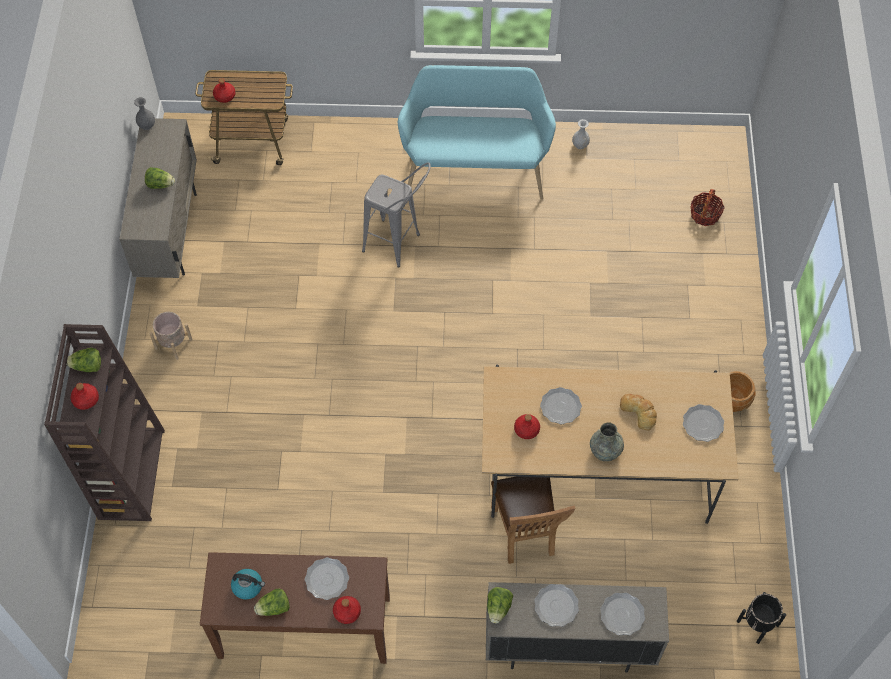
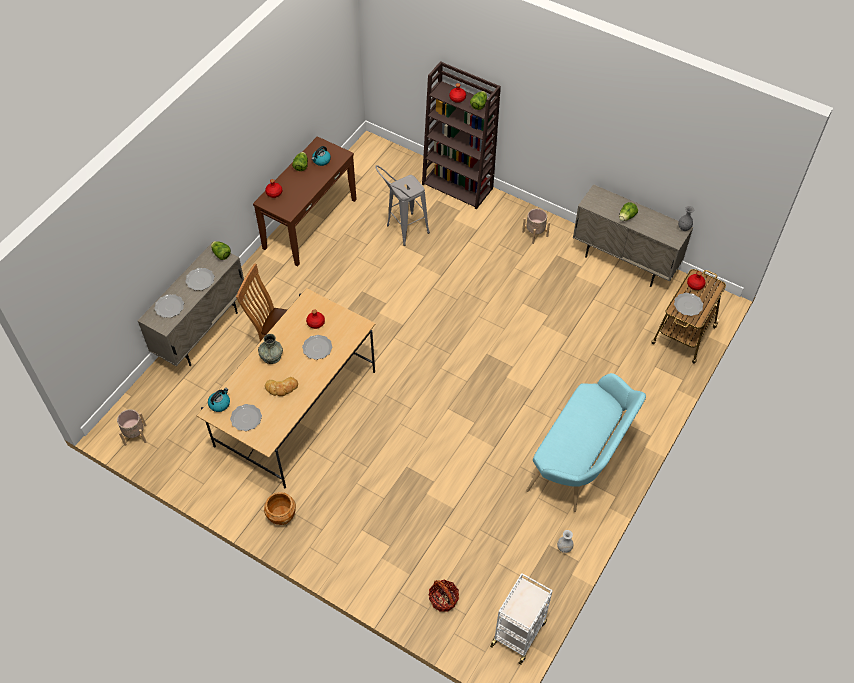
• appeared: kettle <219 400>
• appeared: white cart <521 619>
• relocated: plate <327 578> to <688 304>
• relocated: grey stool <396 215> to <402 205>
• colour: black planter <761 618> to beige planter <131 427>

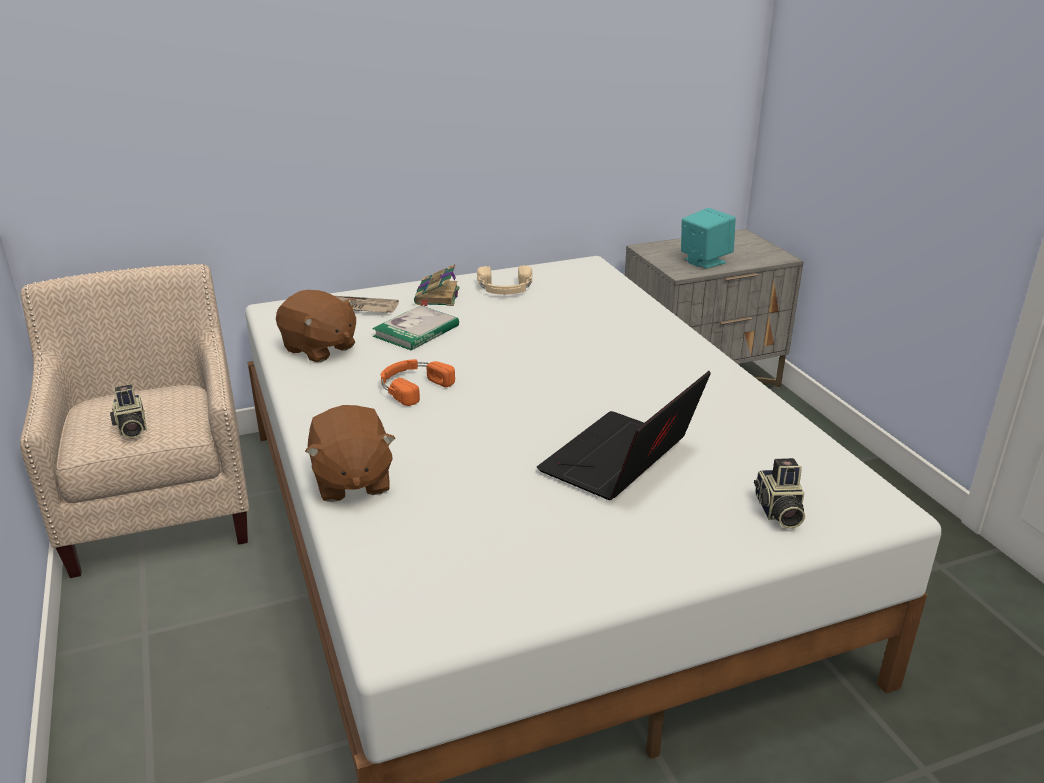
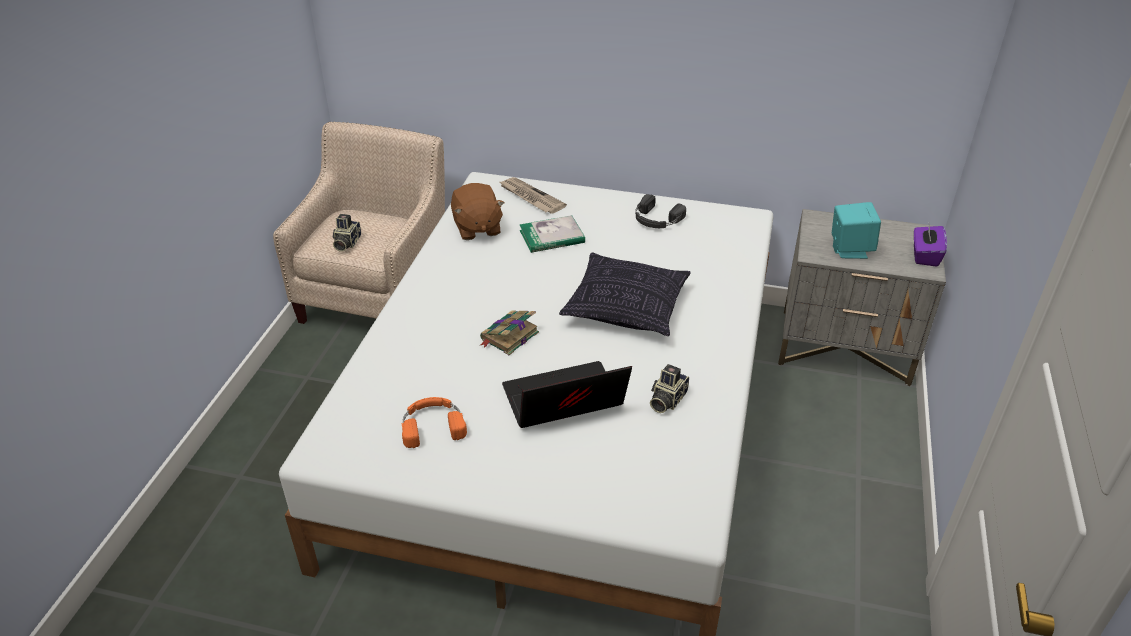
• missing: brown plush toy <350 453>
• appeared: pillow <625 294>
• appeared: purple tissue box <930 246>
• relocated: orange headphones <418 382> to <434 422>
• relocated: book <437 285> to <509 333>
• relocated: photo camera <779 493> to <669 388>
• colour: beige headphones <504 280> to black headphones <660 211>

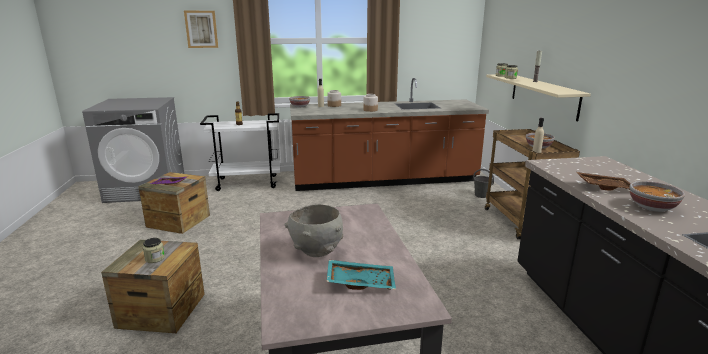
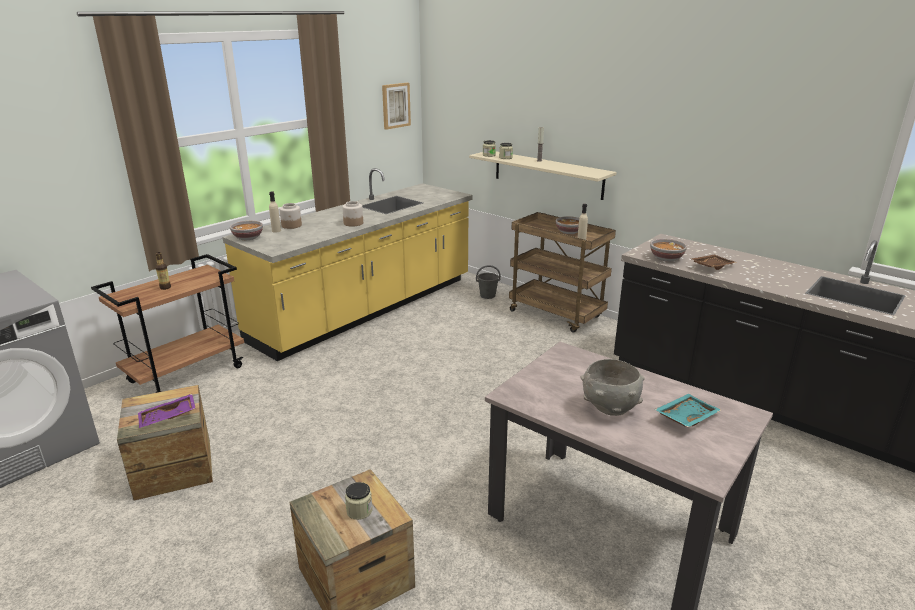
• relocated: picture <201 29> to <396 106>
• relocated: bowl <657 196> to <668 250>
• colour: white cart <240 152> to brown cart <167 323>
• colour: brown counter <389 134> to yellow counter <348 264>

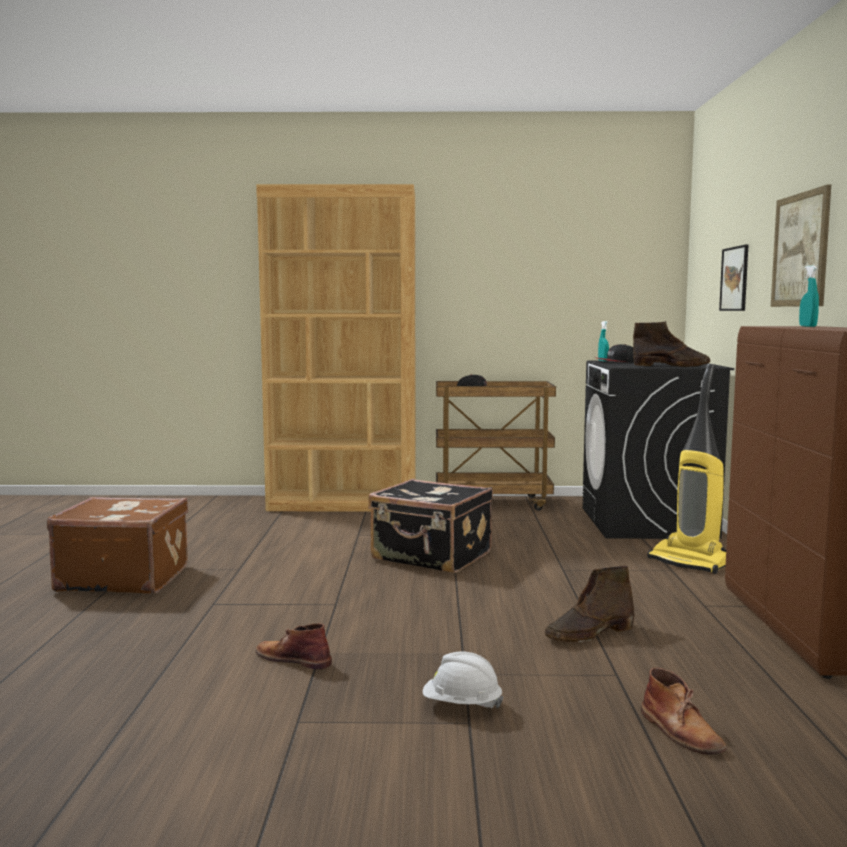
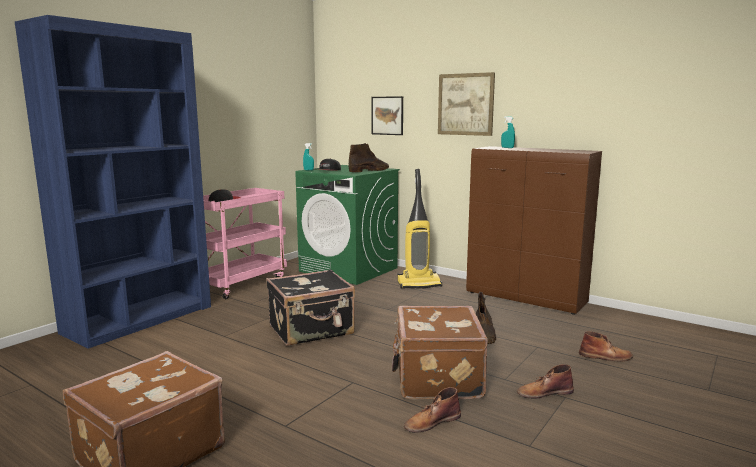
• appeared: brown suitcase <440 353>
• exchanged: white hard hat <463 680> to brown boot <545 381>
• colour: brown bookcase <336 348> to blue bookcase <113 182>
• colour: brown cart <496 446> to pink cart <245 243>
• colour: black washing machine <658 450> to green washing machine <347 225>

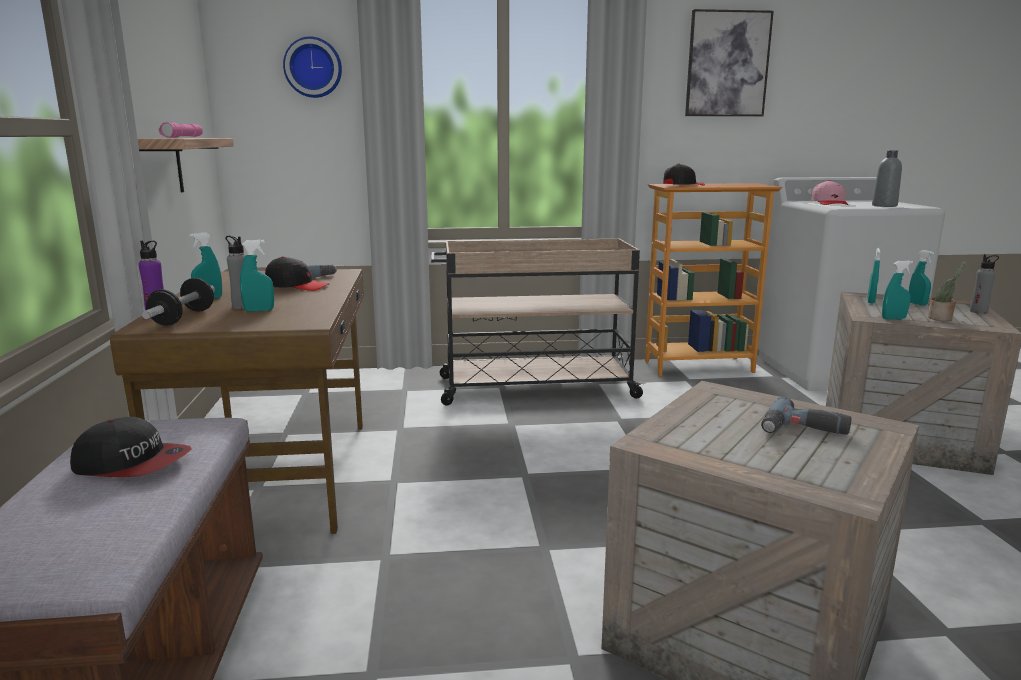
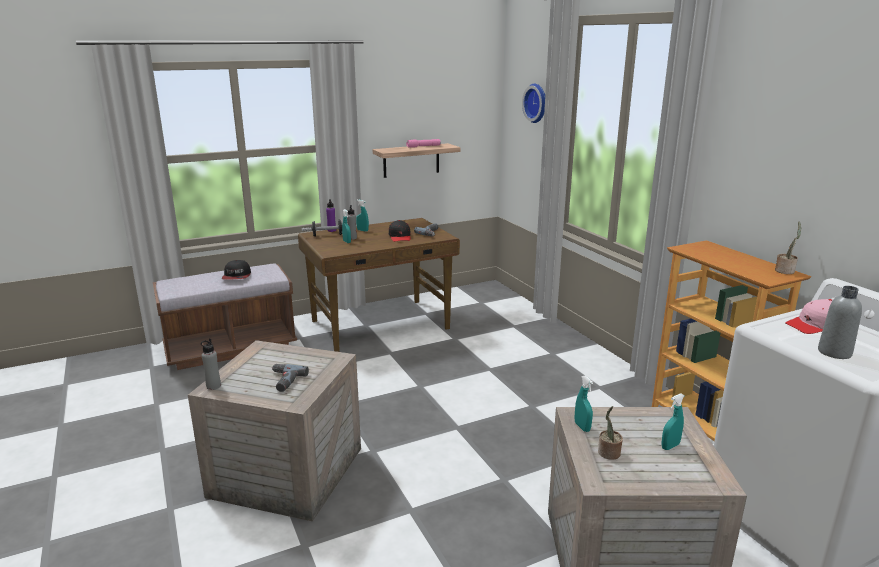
• missing: beige cart <538 322>
• missing: black cap <684 174>
• missing: picture <729 62>
• missing: turquoise spray bottle <873 276>
• appeared: potted plant <788 248>
• relocated: grey bottle <984 284> to <211 364>

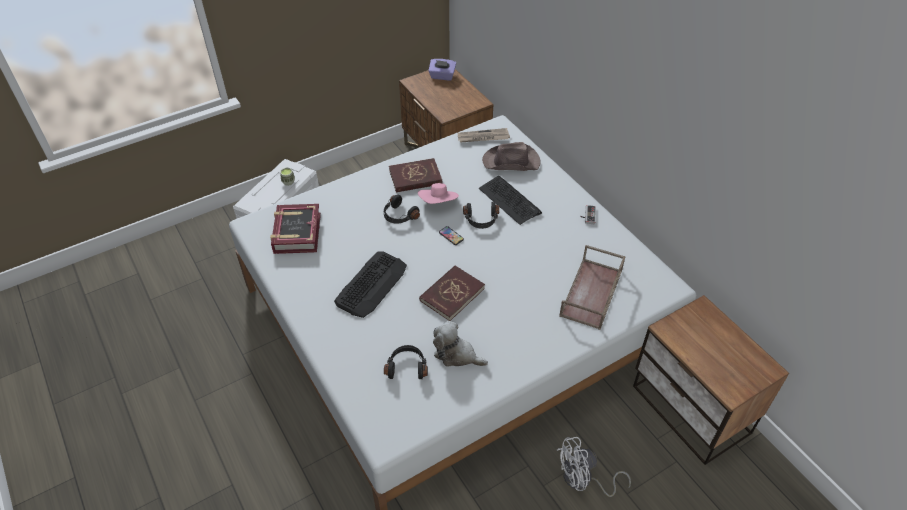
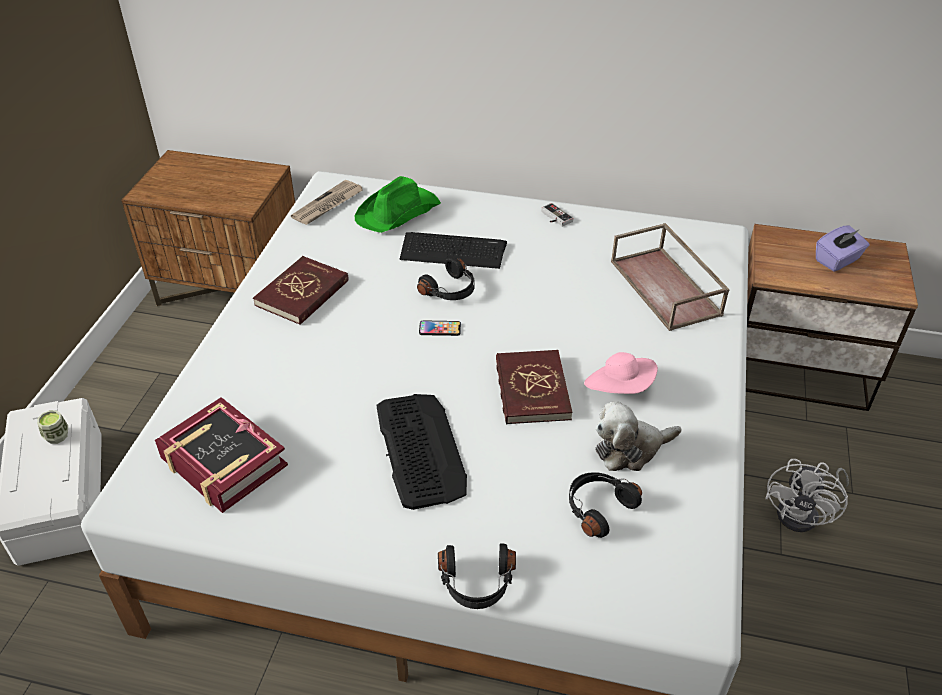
• relocated: black headphones <402 209> to <477 576>
• relocated: pink hat <438 193> to <621 373>
• relocated: purple tissue box <442 69> to <843 248>
• colour: brown hat <511 156> to green hat <398 204>

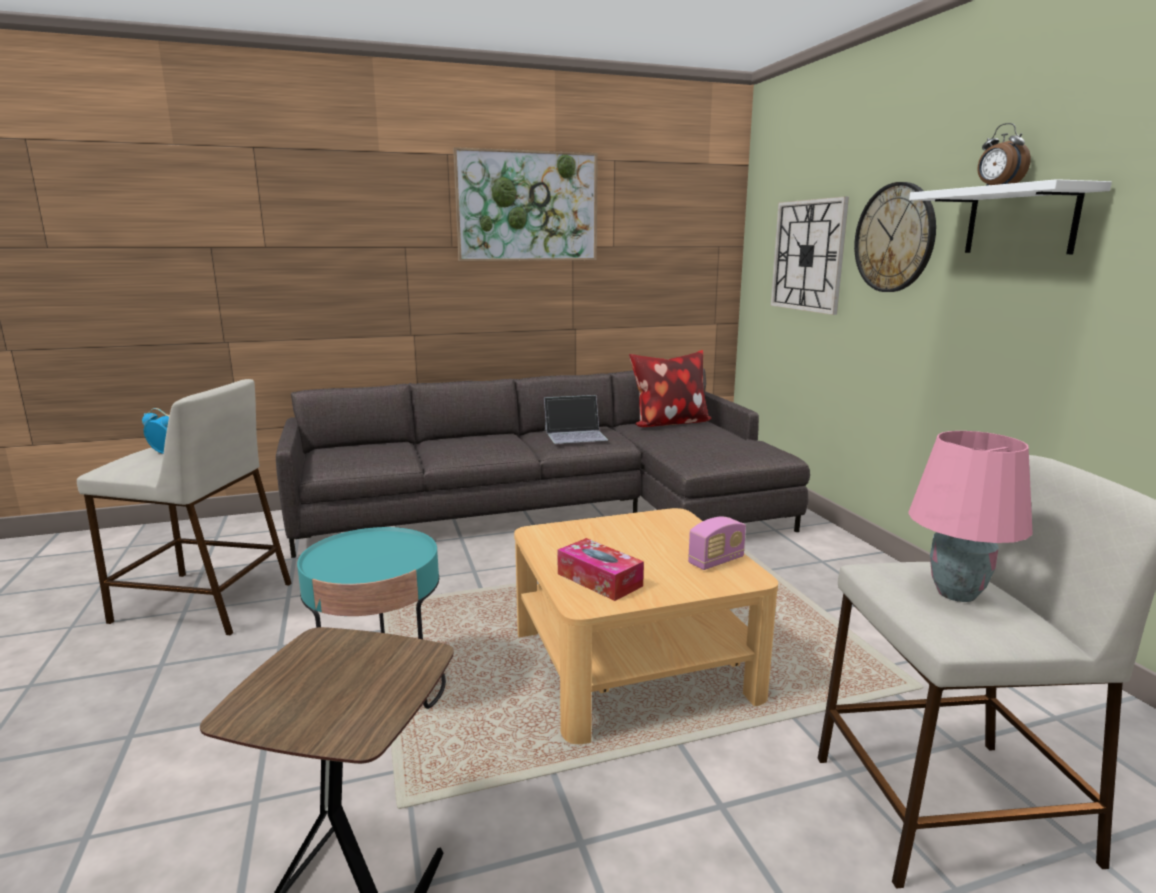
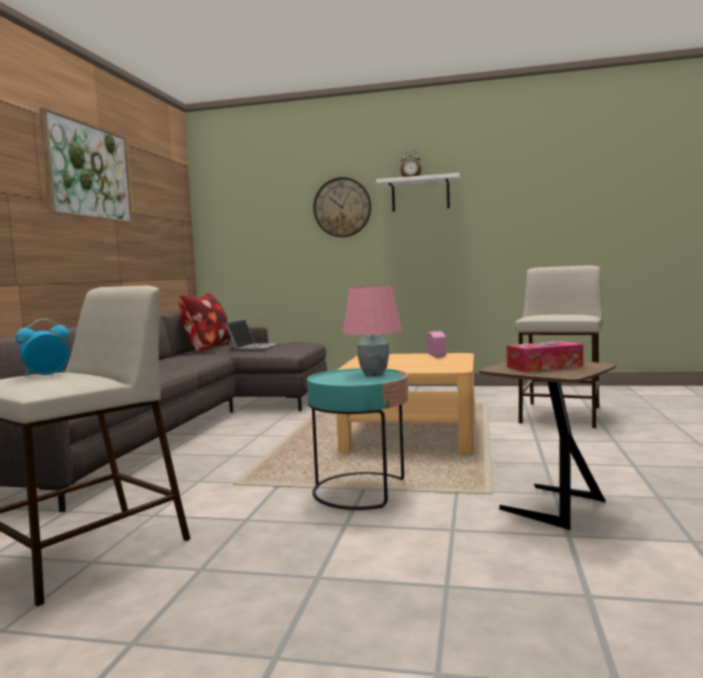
• missing: wall clock <810 256>
• relocated: laptop <576 419> to <252 334>
• relocated: tissue box <600 569> to <544 356>
• relocated: pink table lamp <970 516> to <372 331>

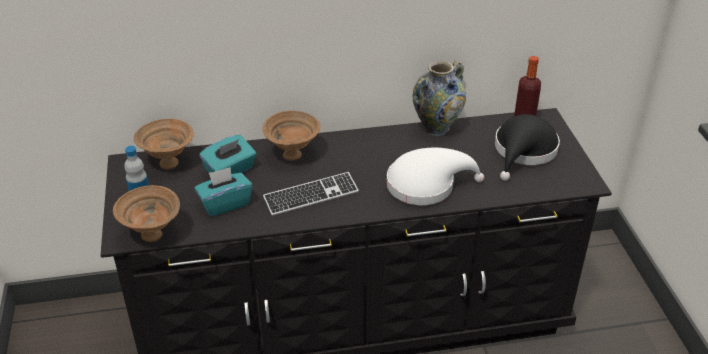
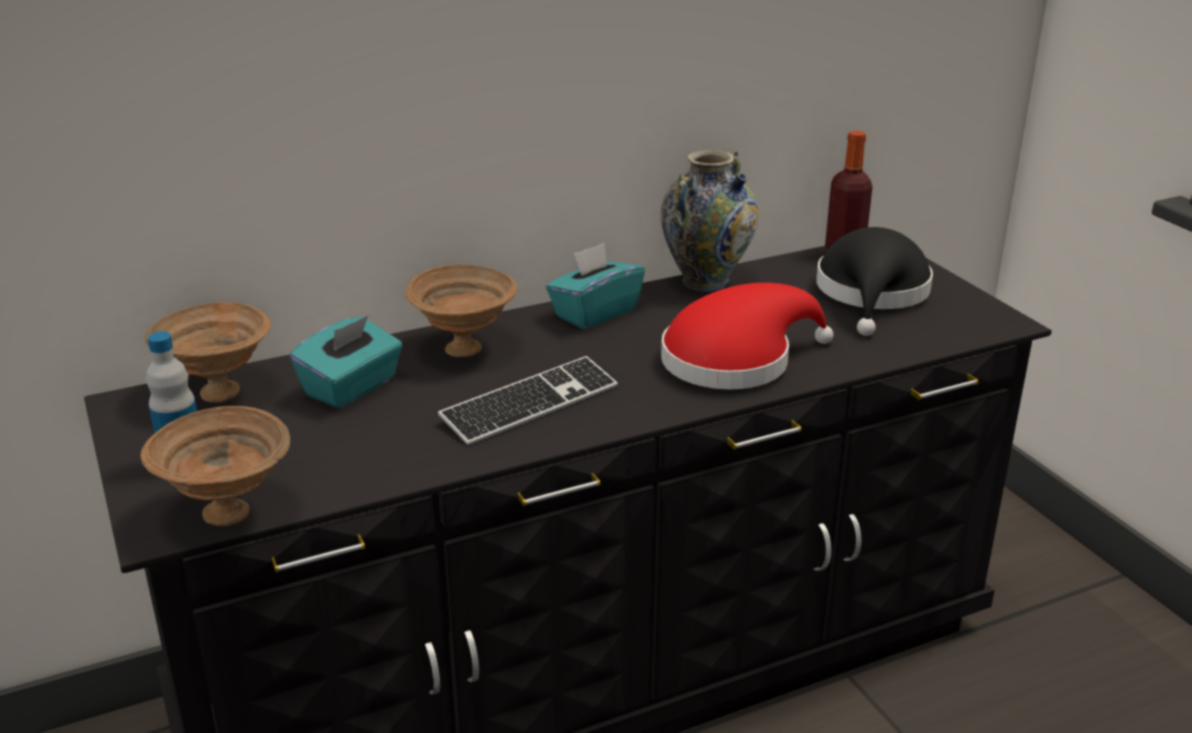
• relocated: turquoise tissue box <223 191> to <595 286>
• colour: white hat <435 176> to red hat <747 336>

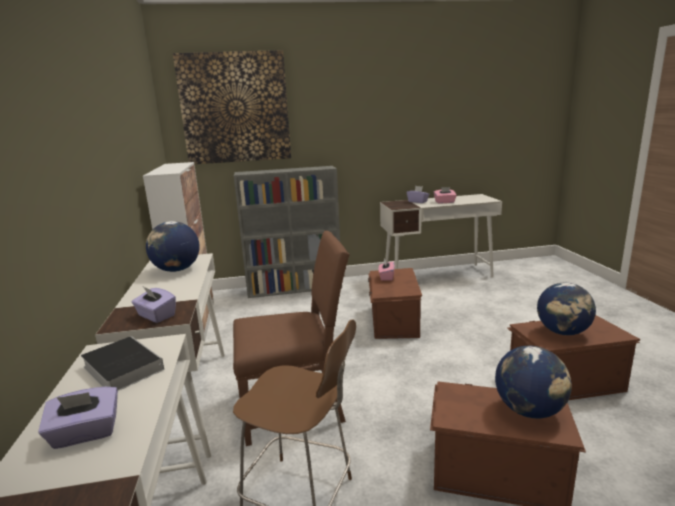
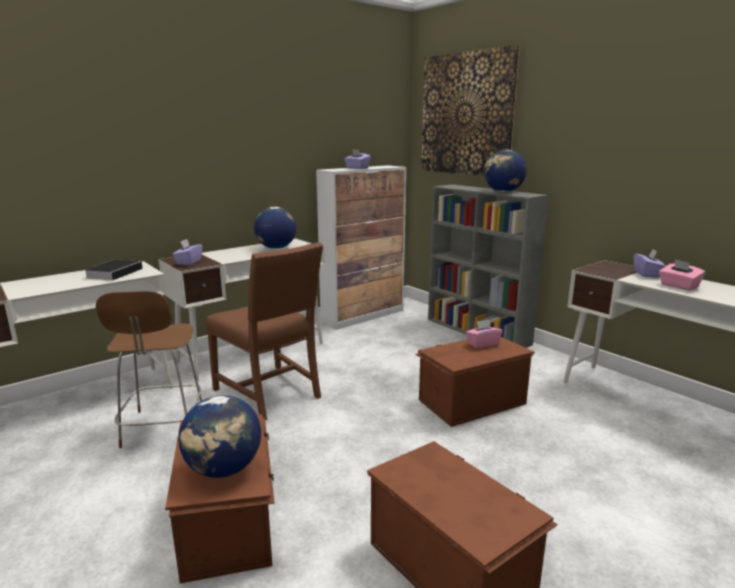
• relocated: purple tissue box <78 418> to <357 159>
• relocated: globe <566 309> to <505 171>

